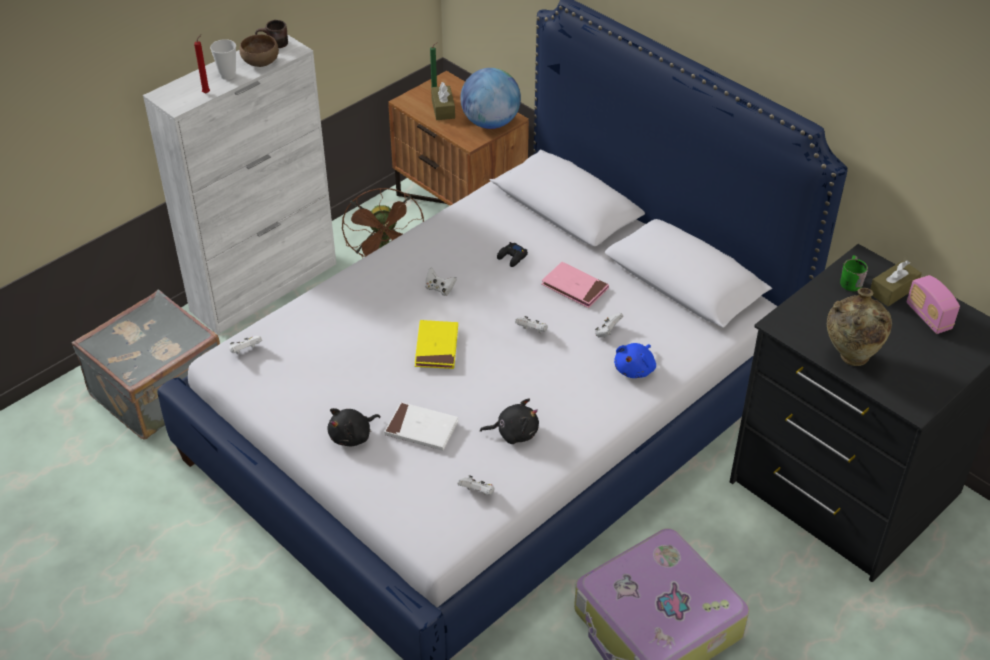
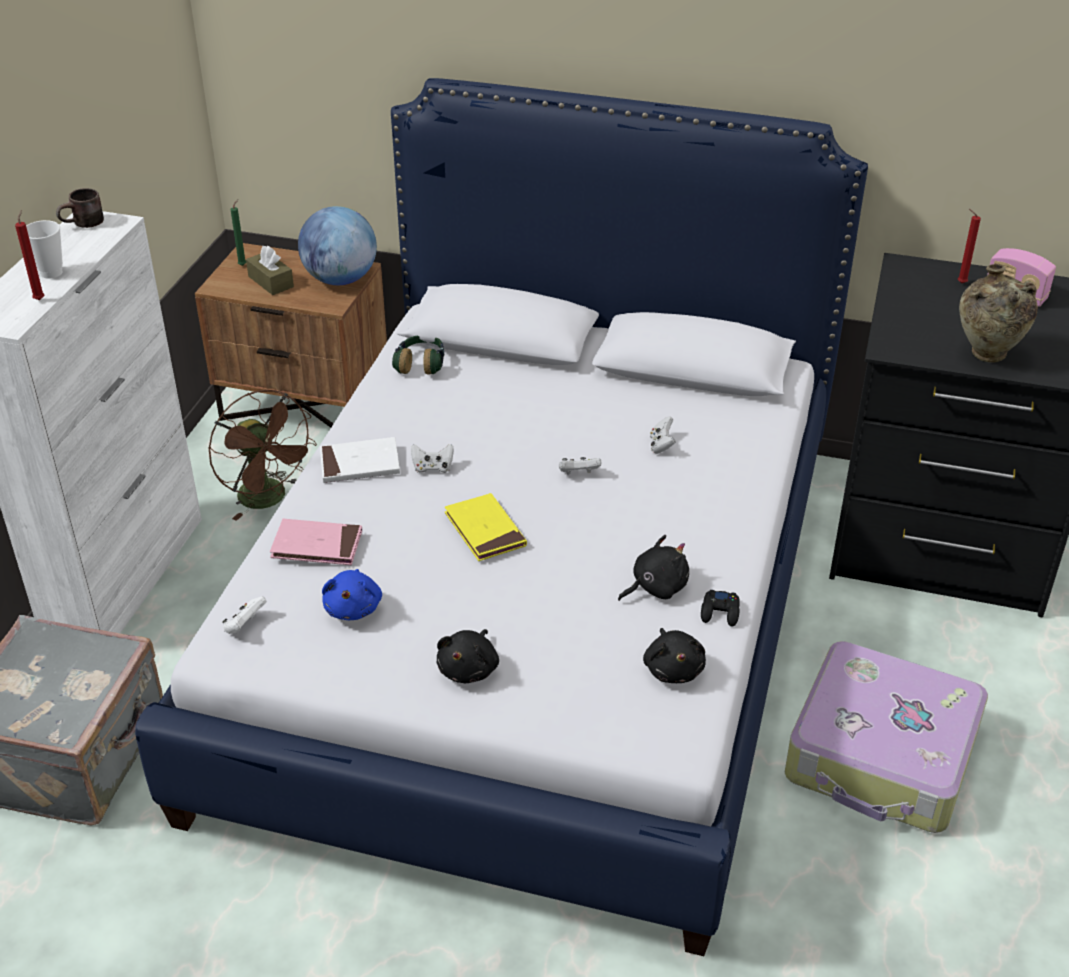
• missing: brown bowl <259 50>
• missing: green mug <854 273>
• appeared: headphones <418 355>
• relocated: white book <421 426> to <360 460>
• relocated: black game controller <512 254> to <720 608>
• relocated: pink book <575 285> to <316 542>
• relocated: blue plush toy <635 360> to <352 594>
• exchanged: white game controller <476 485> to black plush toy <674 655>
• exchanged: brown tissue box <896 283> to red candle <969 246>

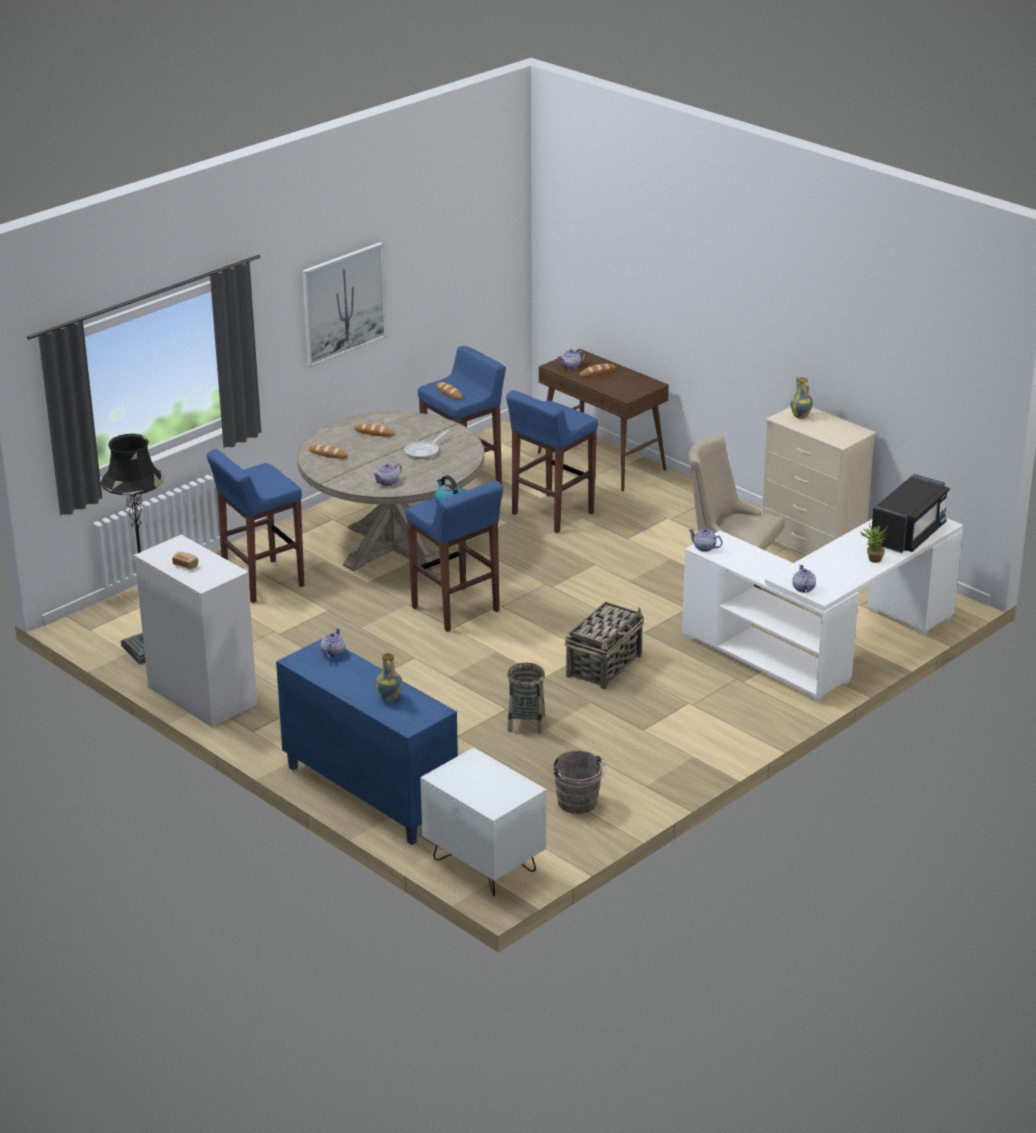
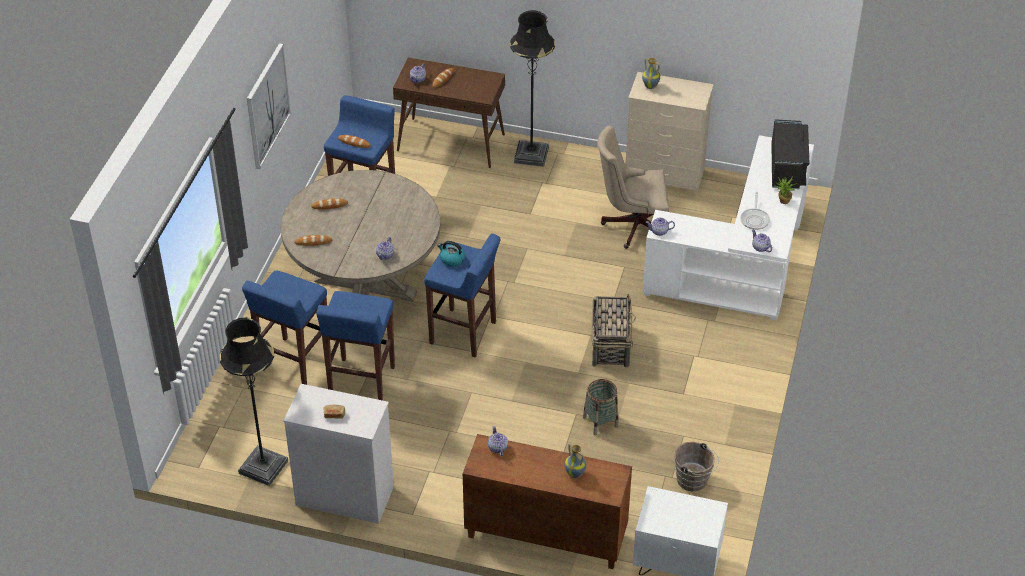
• appeared: black floor lamp <532 89>
• relocated: frying pan <426 444> to <755 211>
• relocated: blue stool <552 461> to <355 346>
• colour: blue cabinet <367 741> to brown cabinet <547 501>

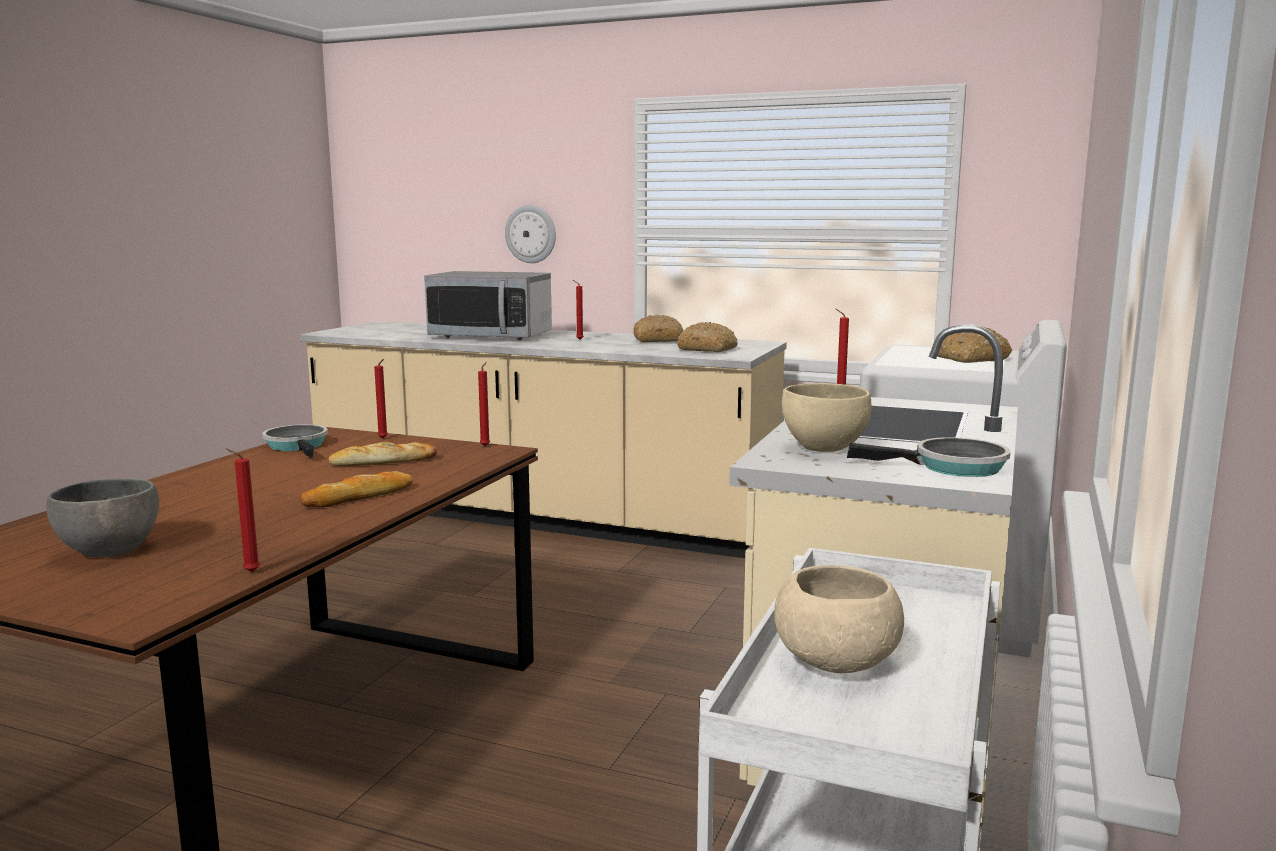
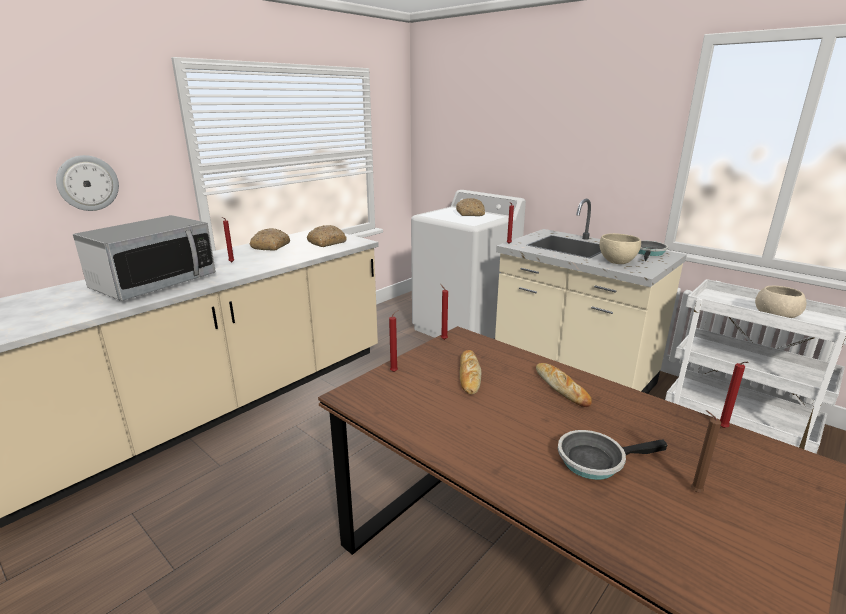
• relocated: frying pan <295 441> to <612 455>
• exchanged: grey bowl <102 518> to brown candle <706 451>

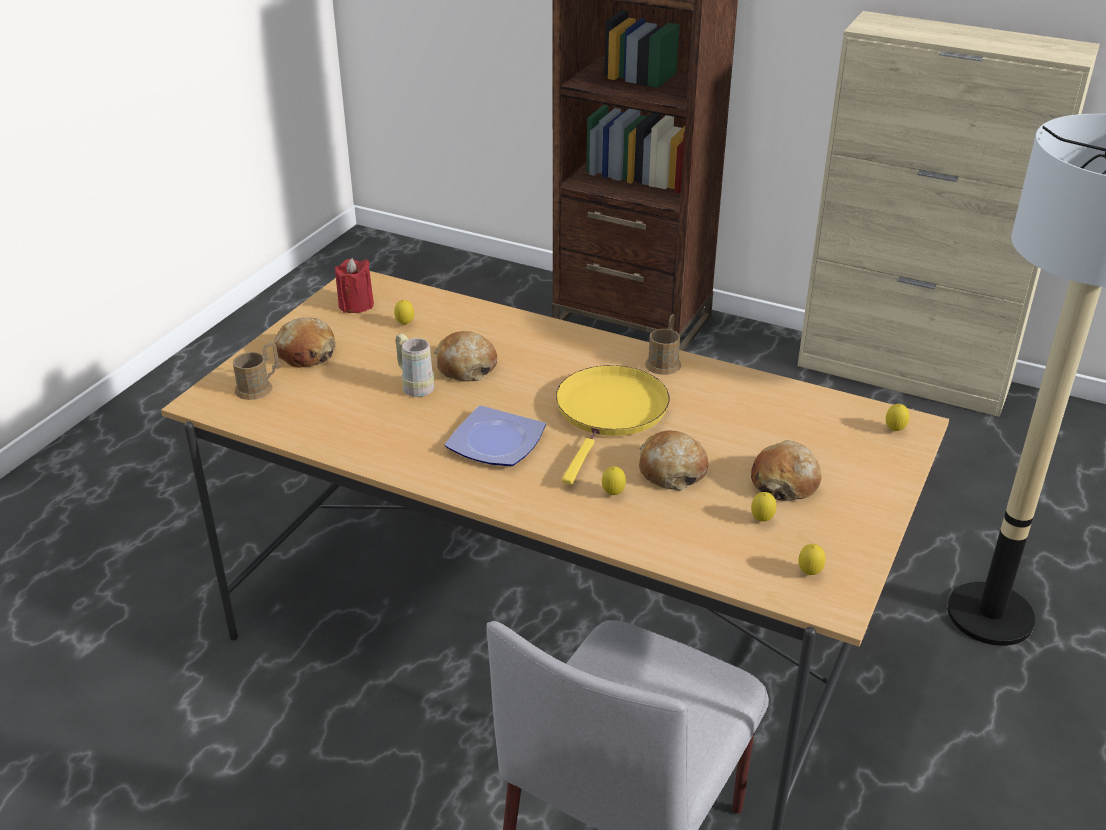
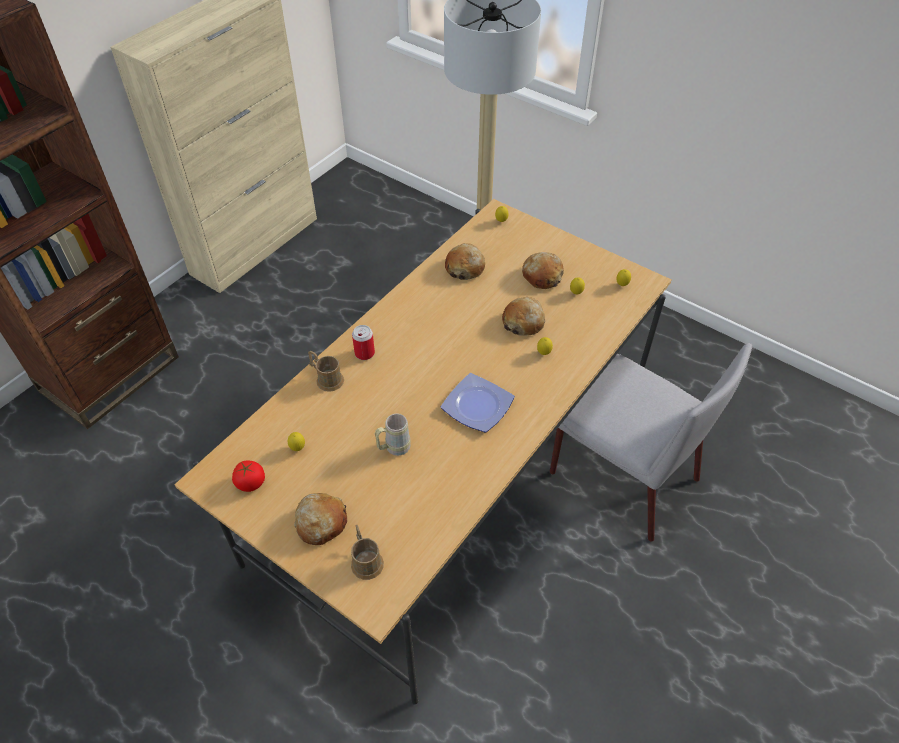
• missing: yellow frying pan <613 425>
• appeared: can <363 342>
• relocated: bread <465 356> to <465 261>
• relocated: brown mug <663 344> to <326 371>
• exchanged: red candle <354 285> to tomato <248 476>

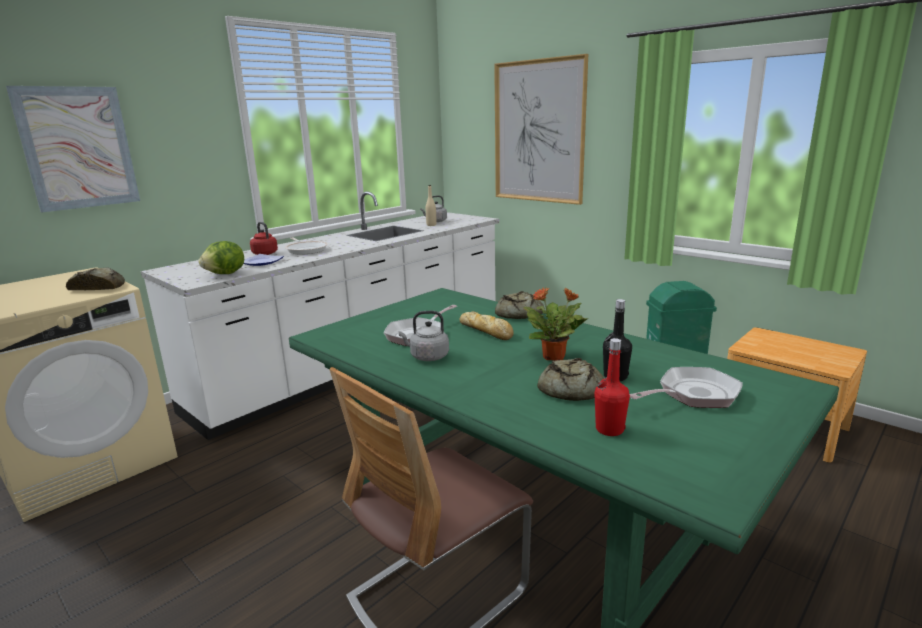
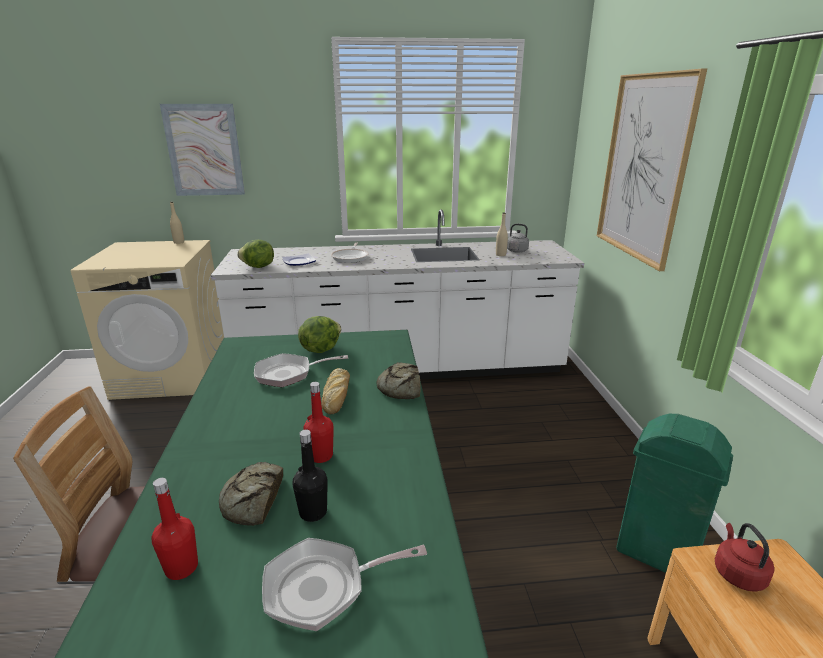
• missing: bread <95 278>
• missing: grey kettle <424 336>
• appeared: beige bottle <177 223>
• appeared: lettuce <319 334>
• relocated: red kettle <264 238> to <744 557>
• exchanged: potted plant <556 323> to red bottle <318 422>
• spun: frying pan <686 387> = <344 584> 150 degrees clockwise

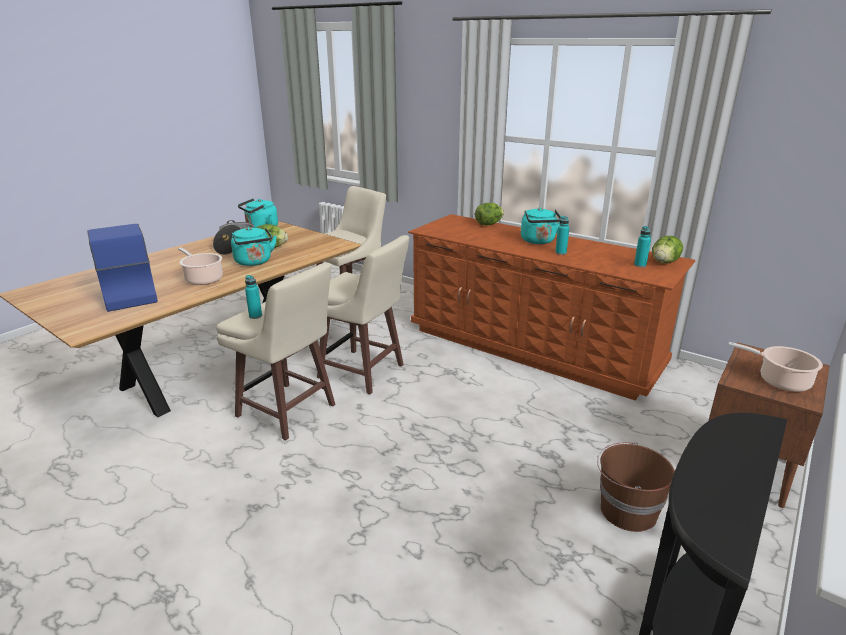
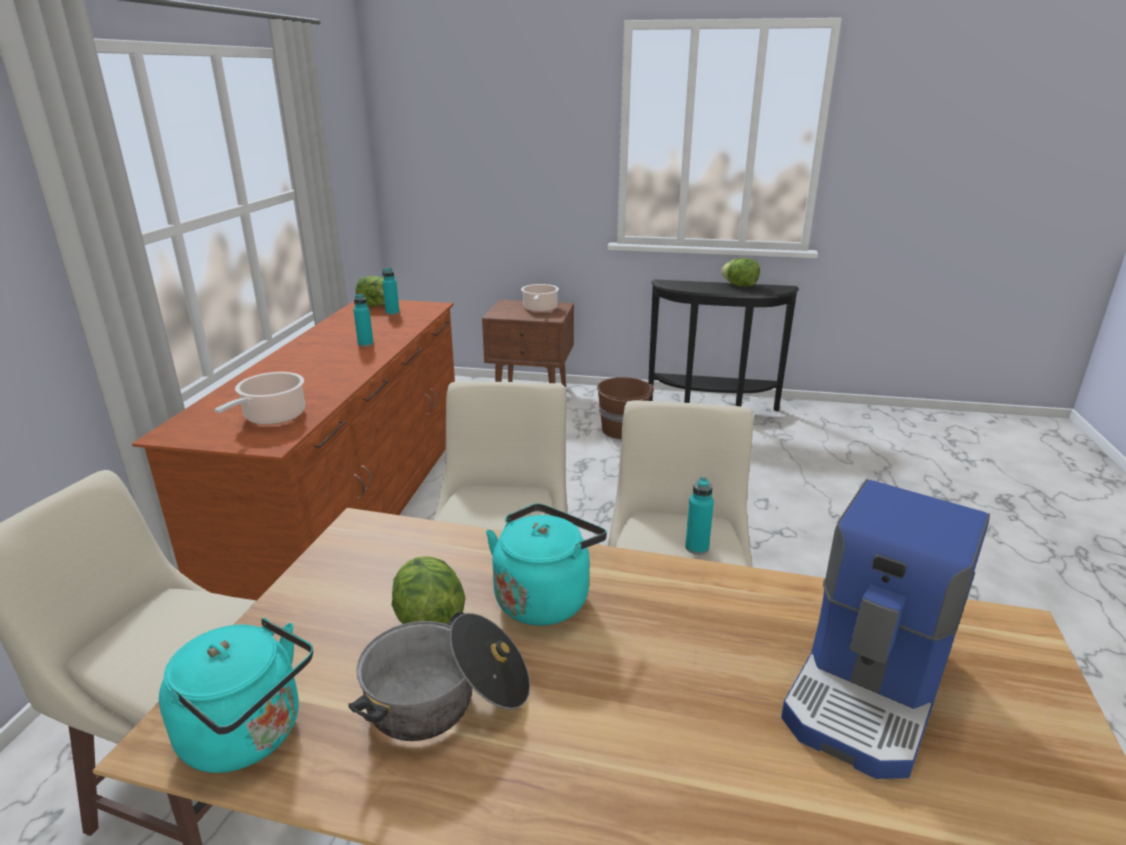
• missing: turquoise kettle <540 225>
• relocated: cooking pot <200 266> to <259 398>
• relocated: lettuce <489 214> to <740 272>

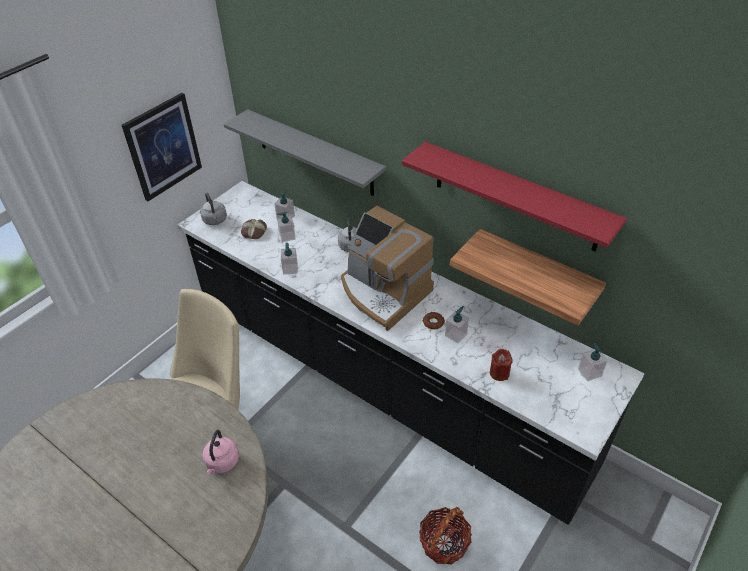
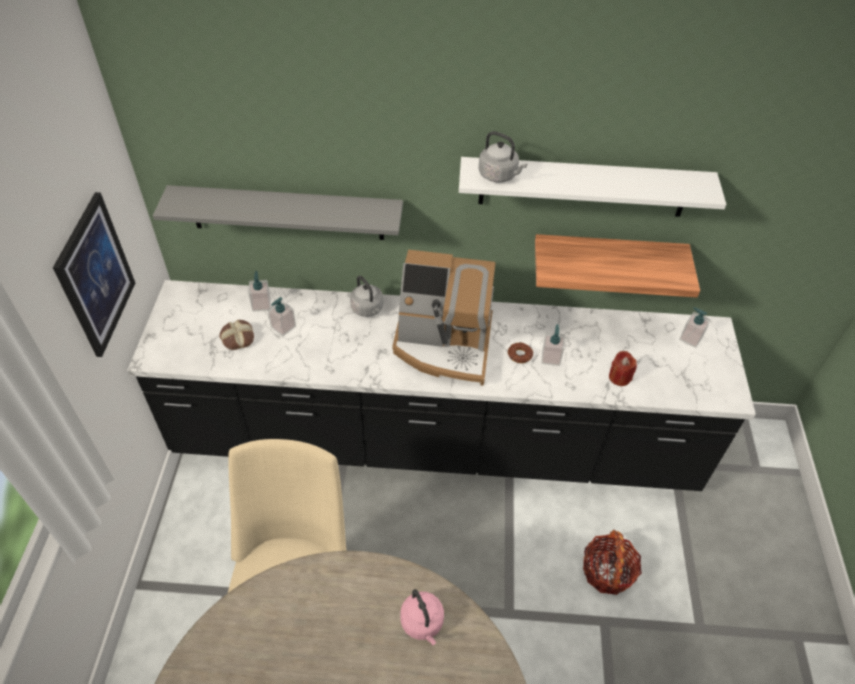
• missing: soap dispenser <289 259>
• relocated: grey kettle <213 209> to <502 157>
• colour: red shelf <514 196> to white shelf <592 187>

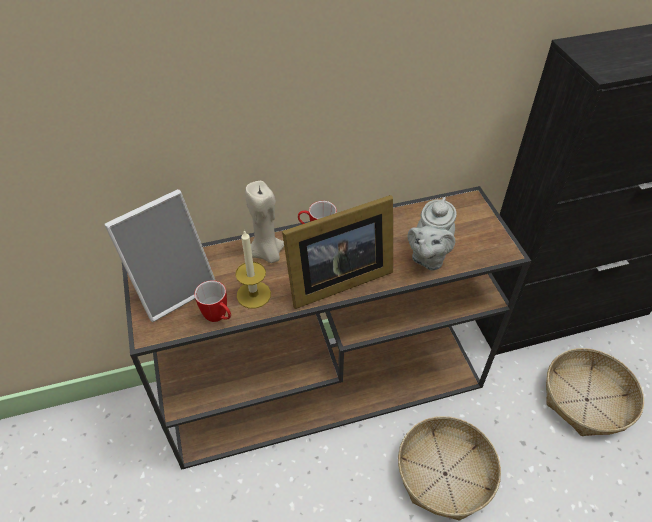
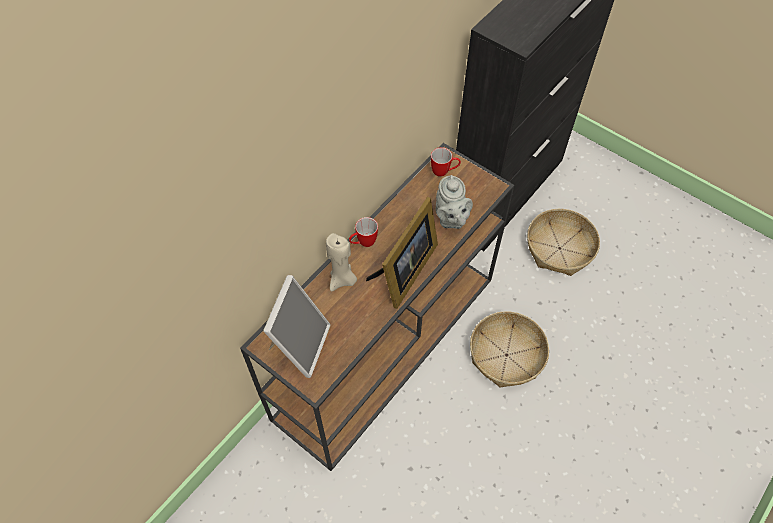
• missing: candle <253 269>
• relocated: mug <212 301> to <446 162>

